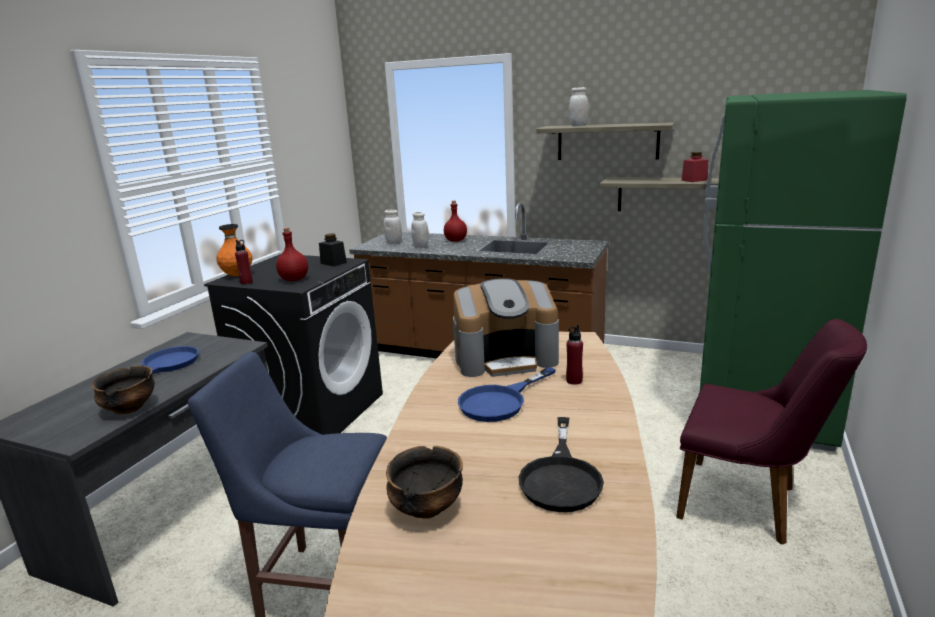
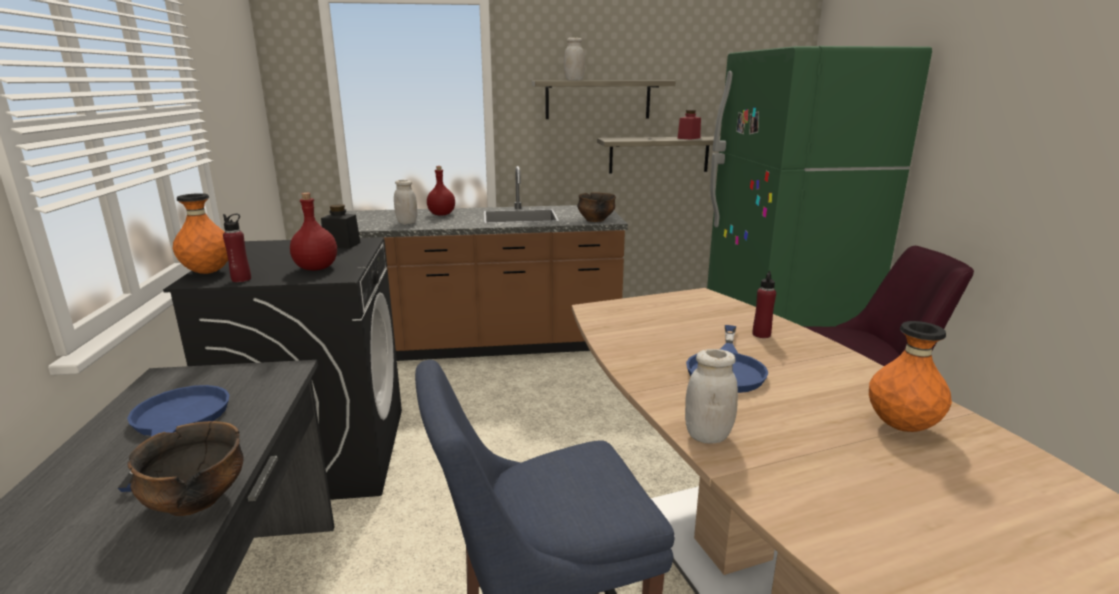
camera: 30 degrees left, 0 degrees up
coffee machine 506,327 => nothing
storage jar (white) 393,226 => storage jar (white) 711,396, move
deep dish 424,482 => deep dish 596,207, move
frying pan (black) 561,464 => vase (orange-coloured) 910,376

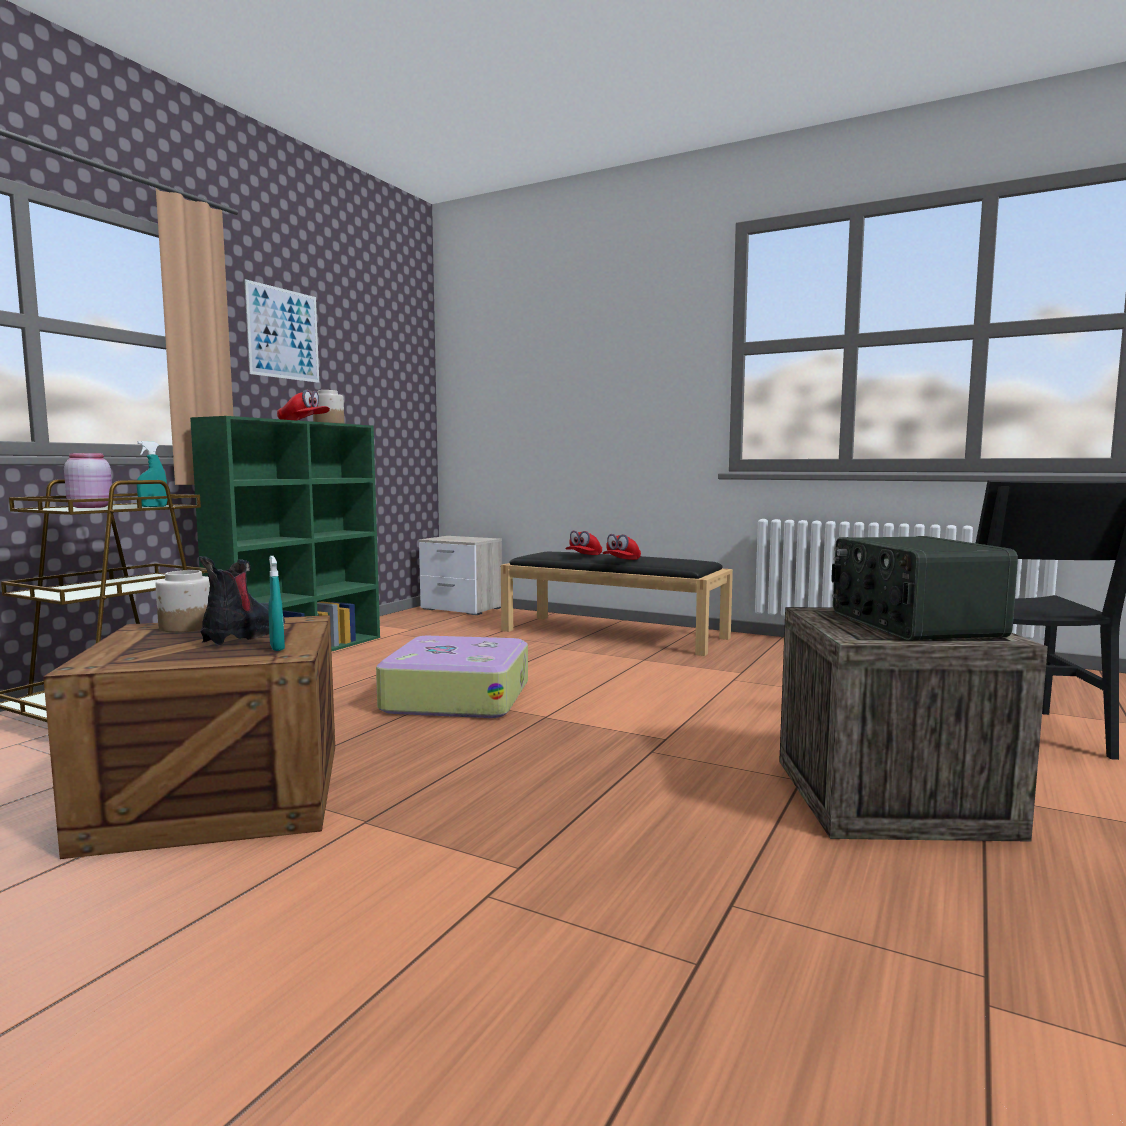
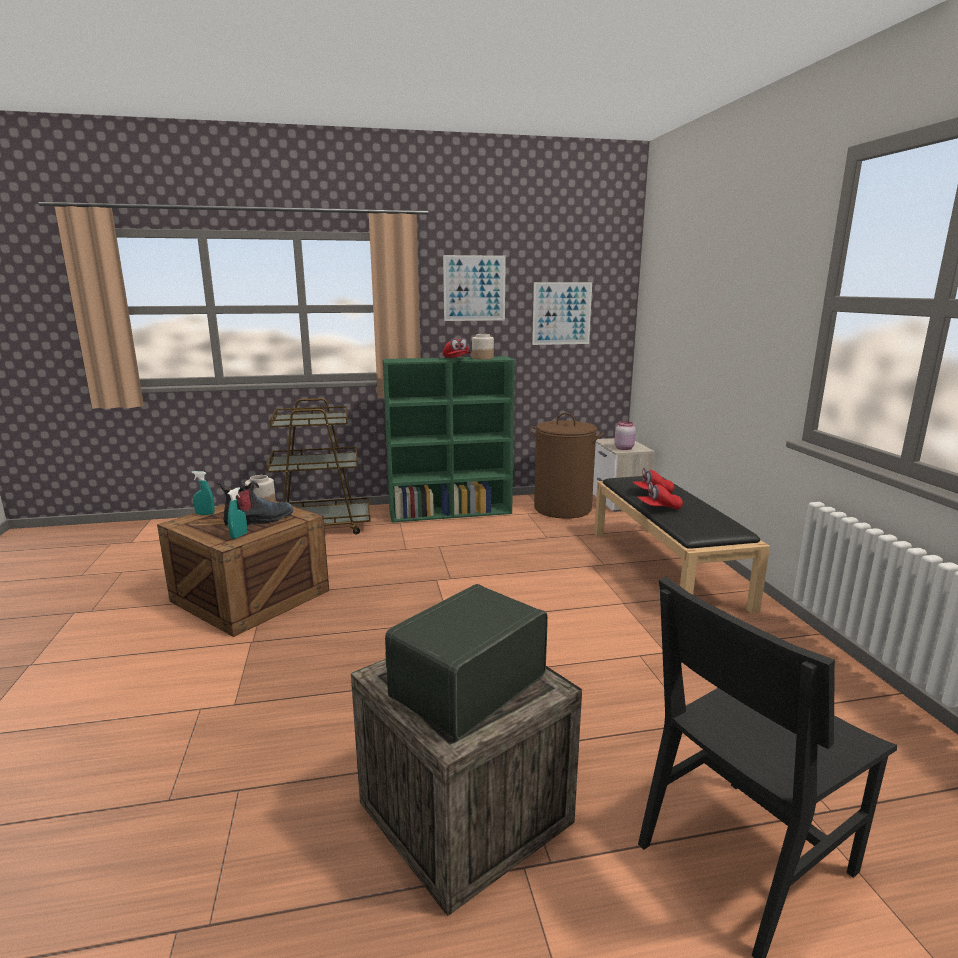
camera: 50 degrees right, 10 degrees up
suitcase 452,677 => nothing
nothing => washing basket (brownish) 567,466
nothing => picture 562,313
storage jar (pink) 88,480 => storage jar (pink) 625,435, move
sprayer (turquoise) 152,474 => sprayer (turquoise) 203,493, move

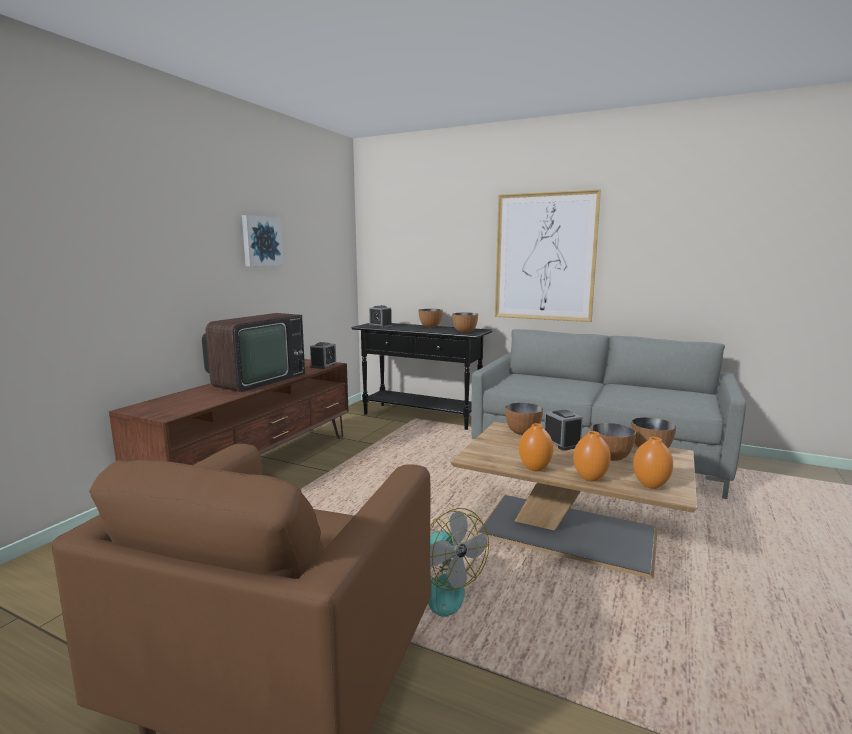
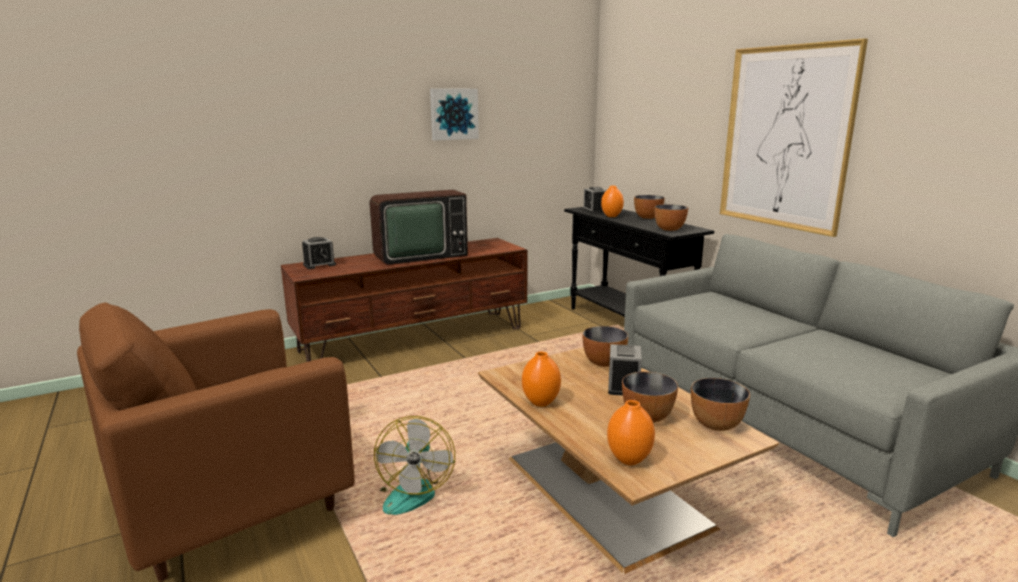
camera: 35 degrees right, 5 degrees up
table clock 323,355 => table clock 319,253, move
vase (orange-coloured) 592,456 => vase (orange-coloured) 612,201, move

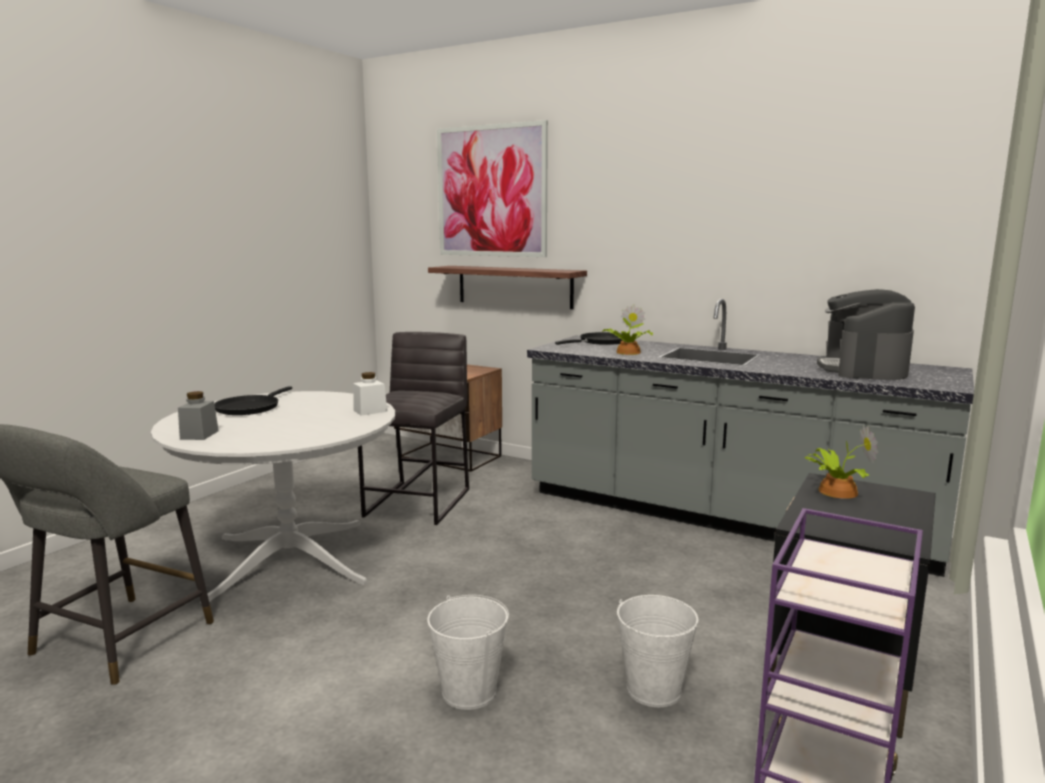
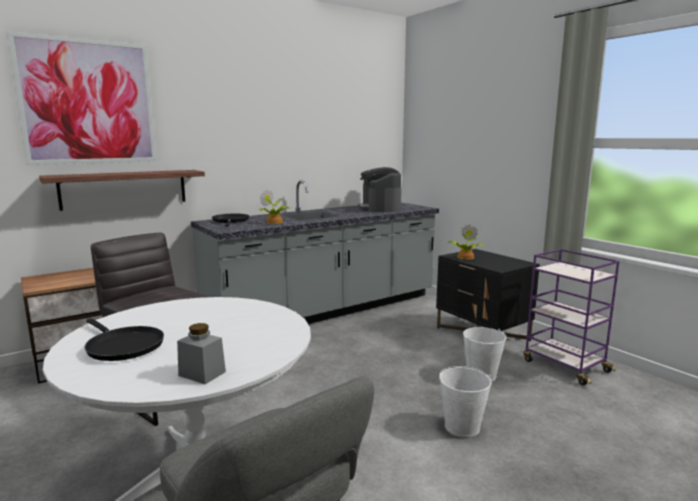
camera: 65 degrees left, 0 degrees up
storage jar (white) 370,393 => nothing
coffee machine 866,334 => coffee machine 380,189, 45 degrees clockwise

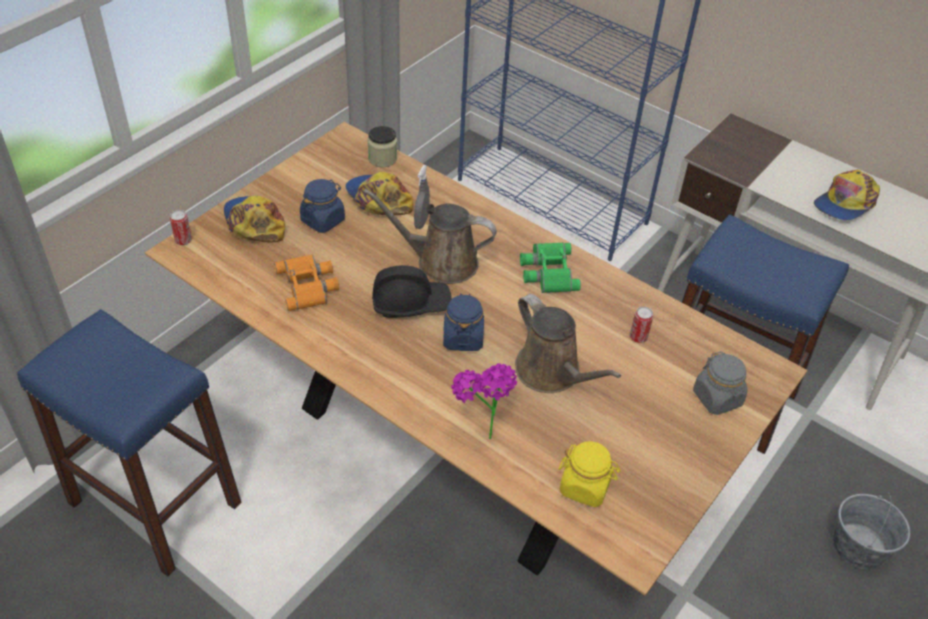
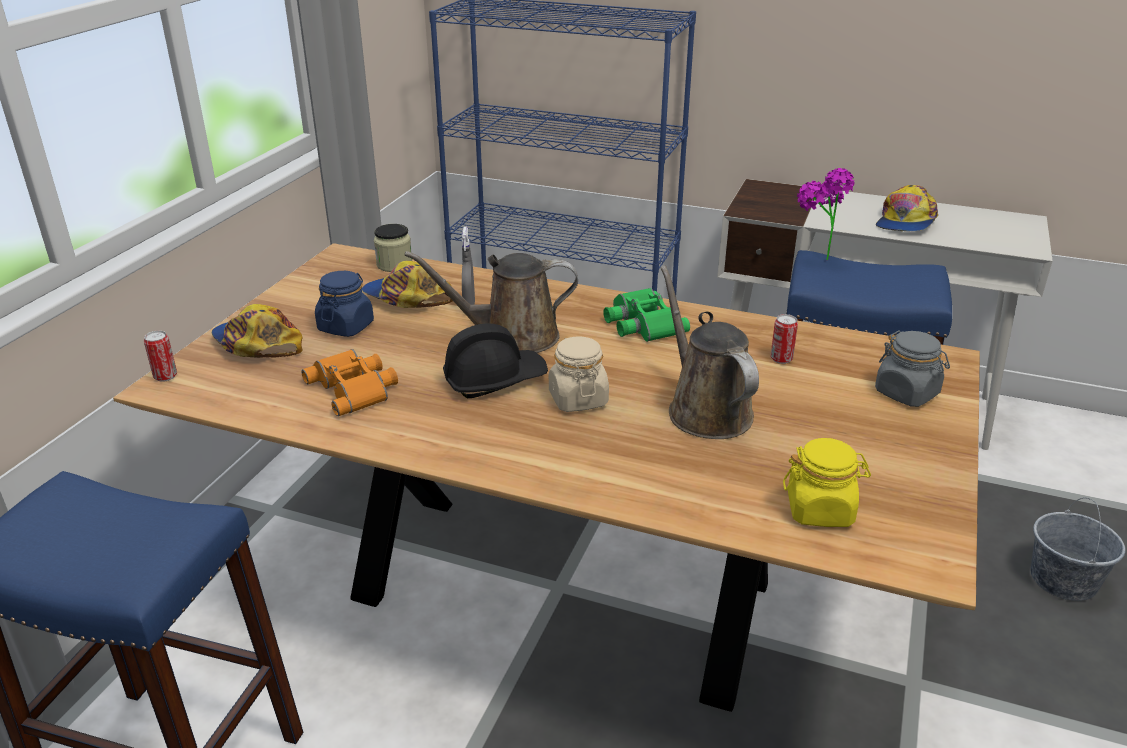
camera: 15 degrees left, 15 degrees down
houseplant 484,401 => houseplant 826,214, move
storage jar (blue) 463,322 => storage jar (beige-coloured) 579,374
watering pot (brownish) 568,343 => watering pot (brownish) 710,352, 150 degrees counterclockwise

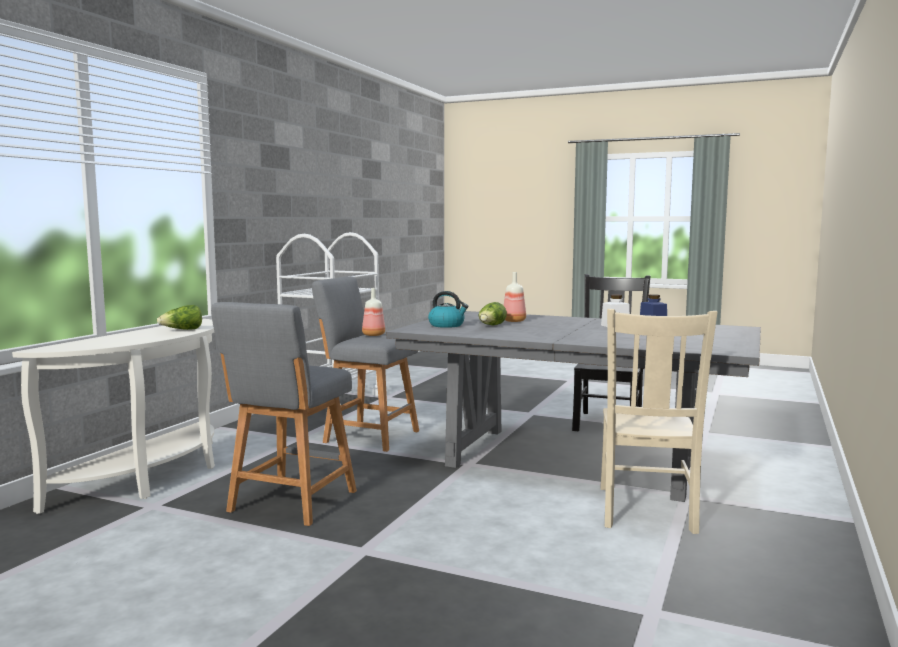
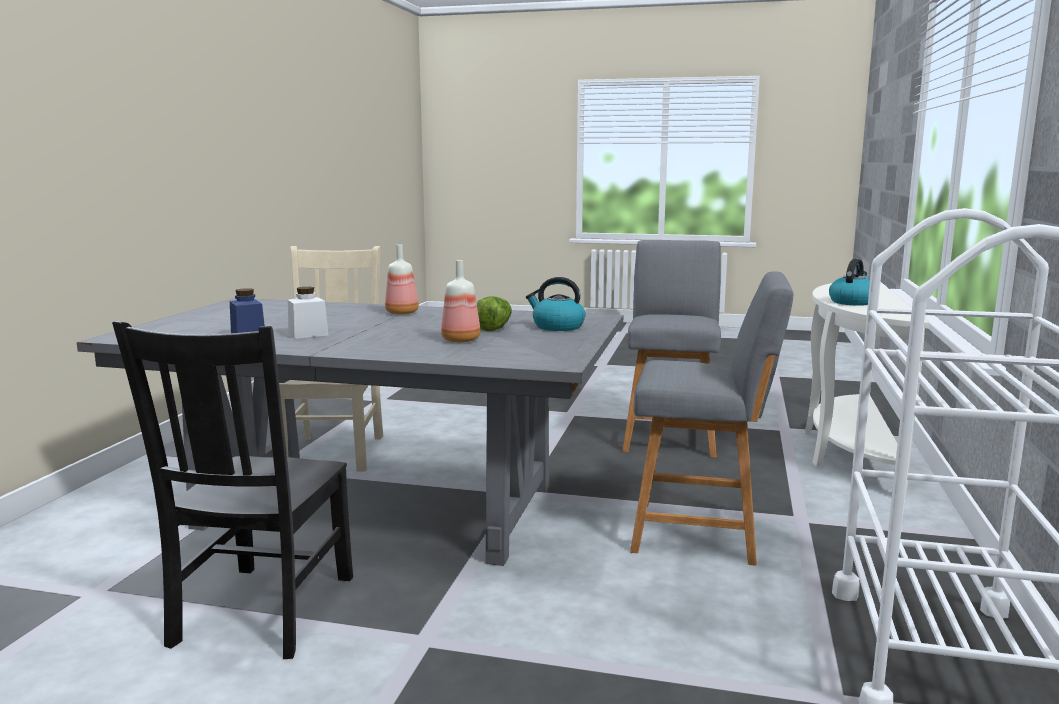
camera: 170 degrees right, 5 degrees up
drink bottle 373,312 => drink bottle 402,279, move
lettuce 179,317 => tea kettle 849,282

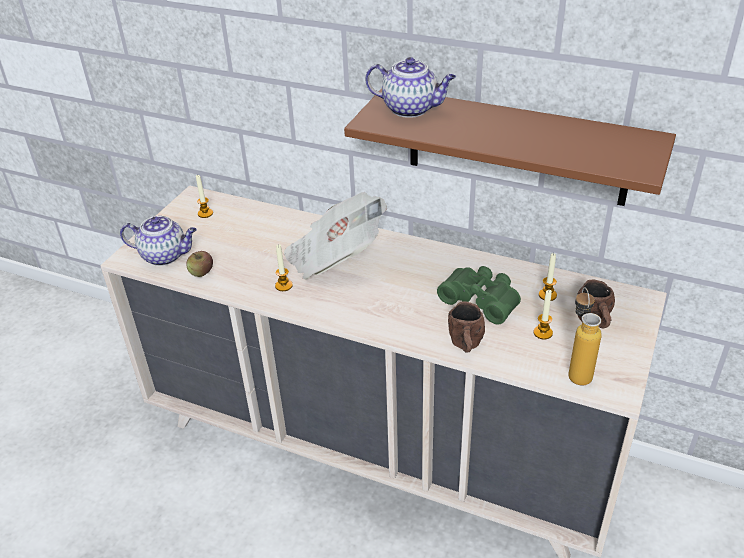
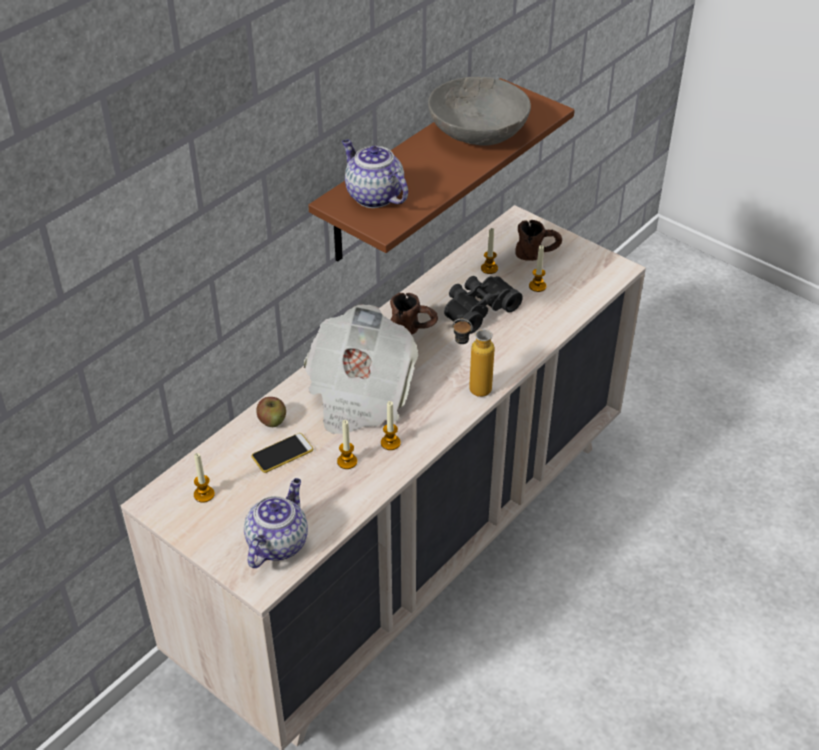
camera: 75 degrees left, 5 degrees up
nothing => phone 282,453
nothing => candle 347,444
nothing => deep dish (greyish) 479,111
apple 199,264 => apple 271,412, move
coffee mug (brownish) 466,327 => coffee mug (brownish) 414,314, move
drink bottle 585,336 => drink bottle 474,358, move
binoculars (greenish) 479,295 => binoculars (black) 483,305
tea pot 410,87 => tea pot 375,173, 75 degrees counterclockwise

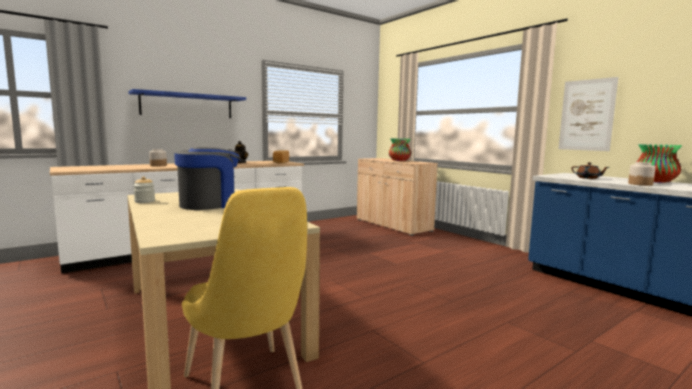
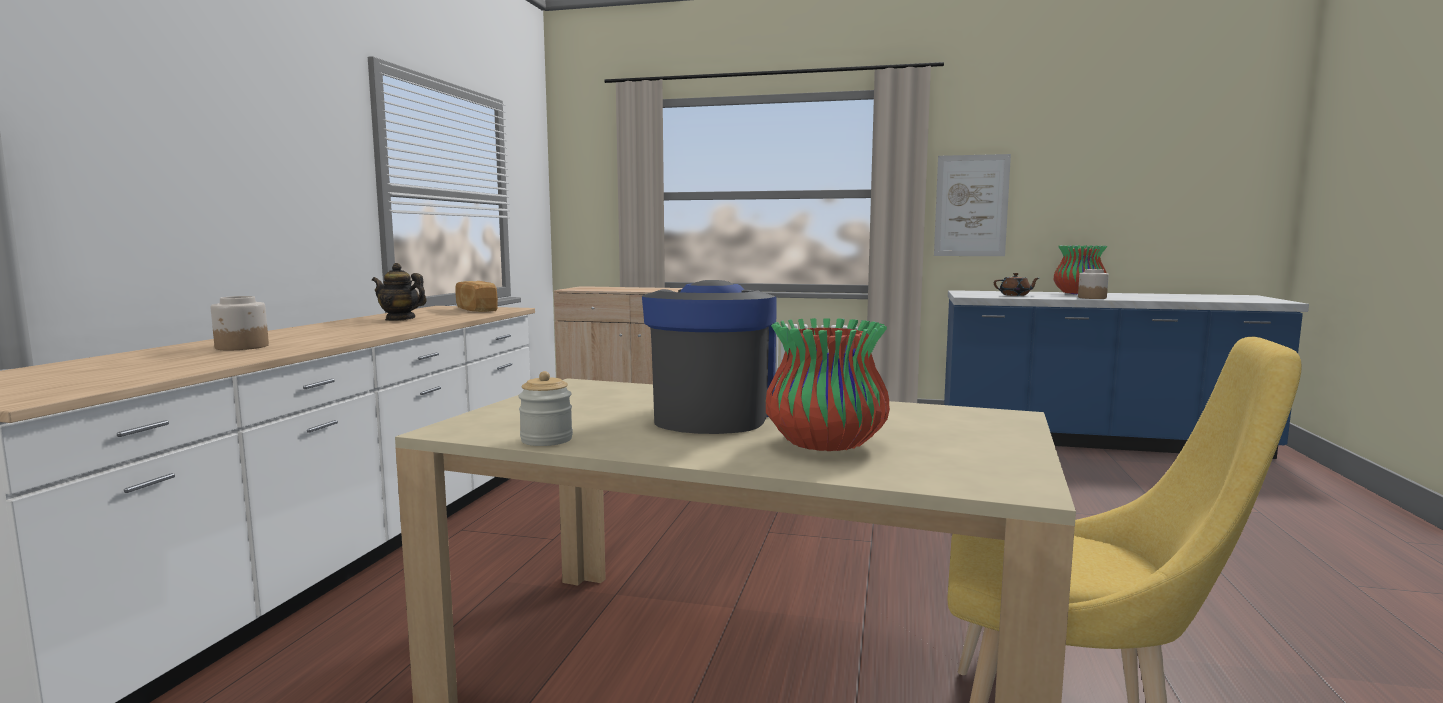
camera: 40 degrees left, 0 degrees up
wall shelf (blue) 187,103 => nothing
vase 400,149 => vase 828,384, move

